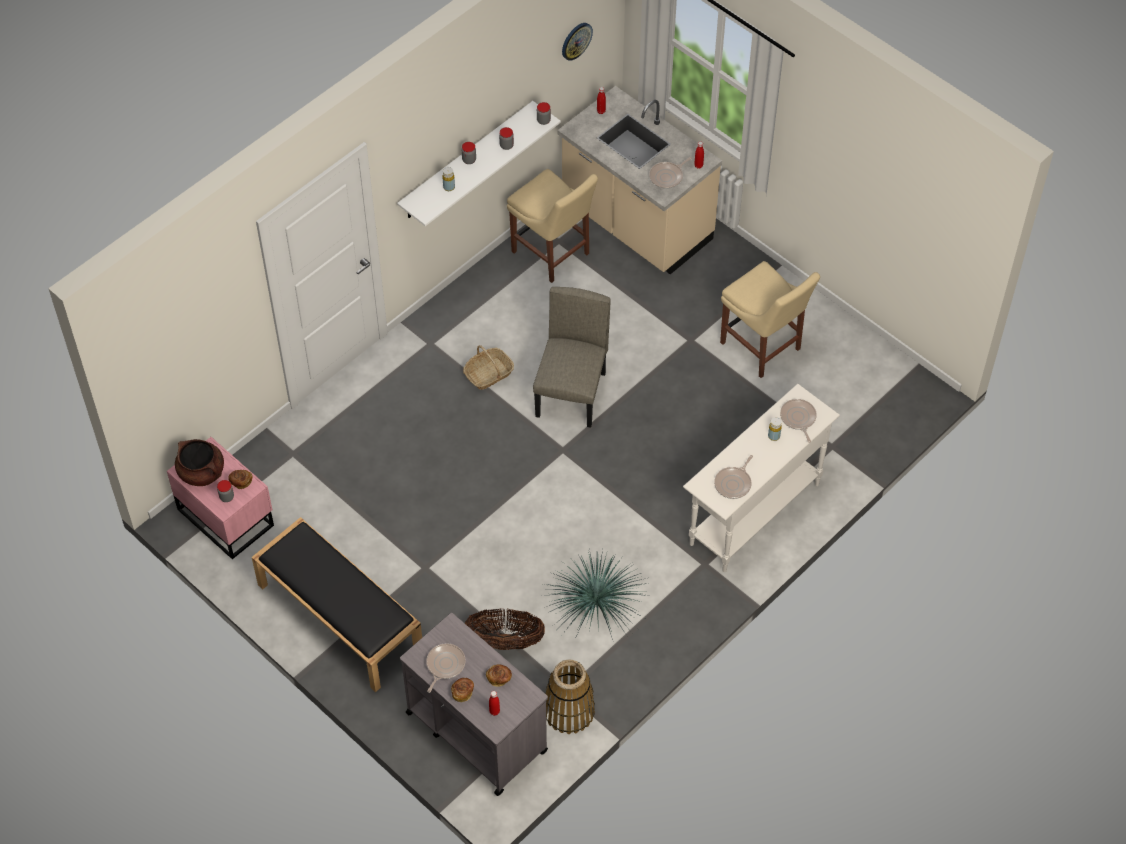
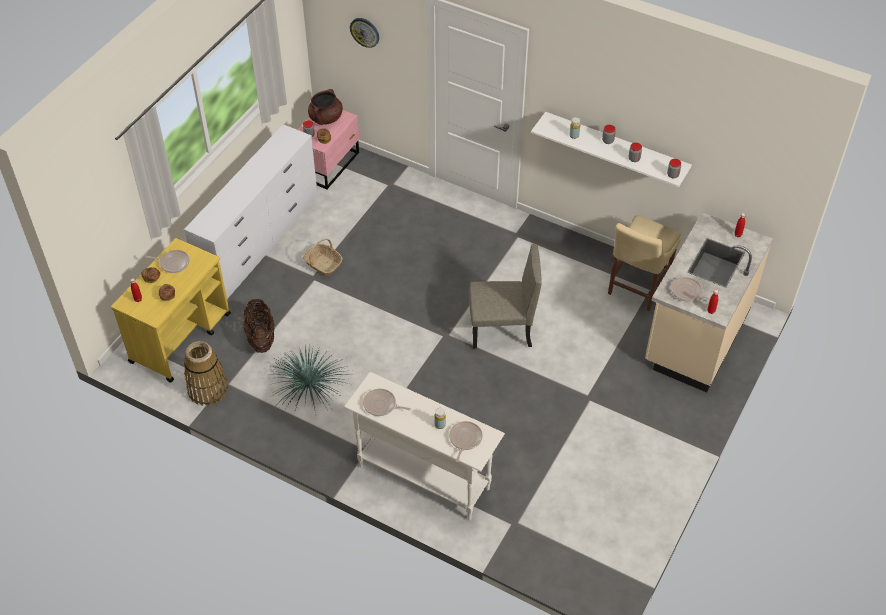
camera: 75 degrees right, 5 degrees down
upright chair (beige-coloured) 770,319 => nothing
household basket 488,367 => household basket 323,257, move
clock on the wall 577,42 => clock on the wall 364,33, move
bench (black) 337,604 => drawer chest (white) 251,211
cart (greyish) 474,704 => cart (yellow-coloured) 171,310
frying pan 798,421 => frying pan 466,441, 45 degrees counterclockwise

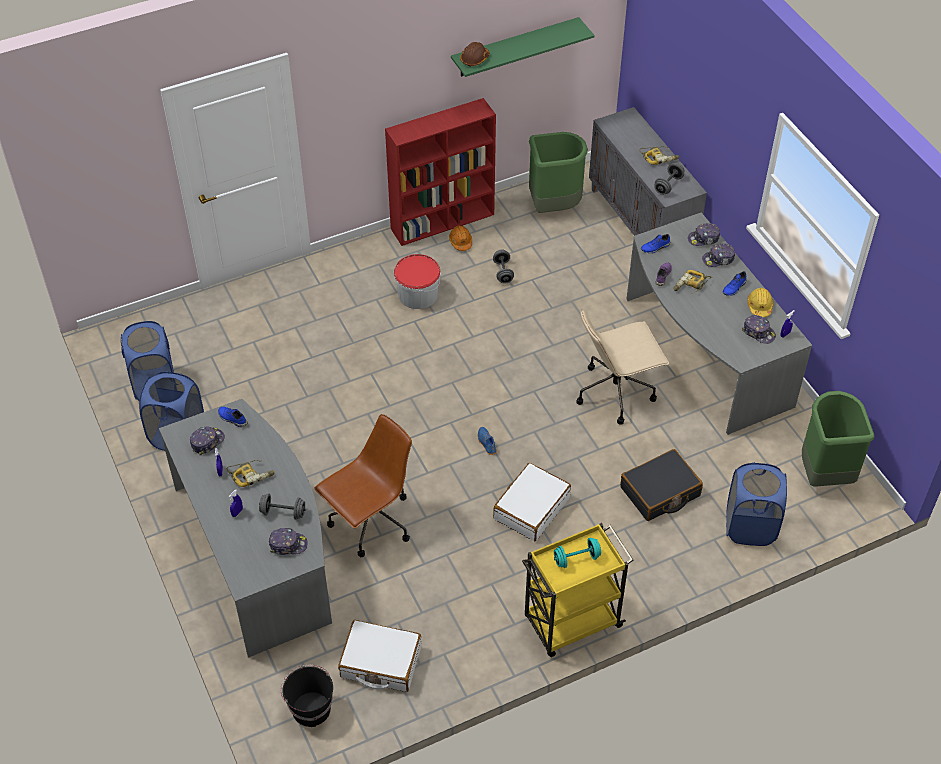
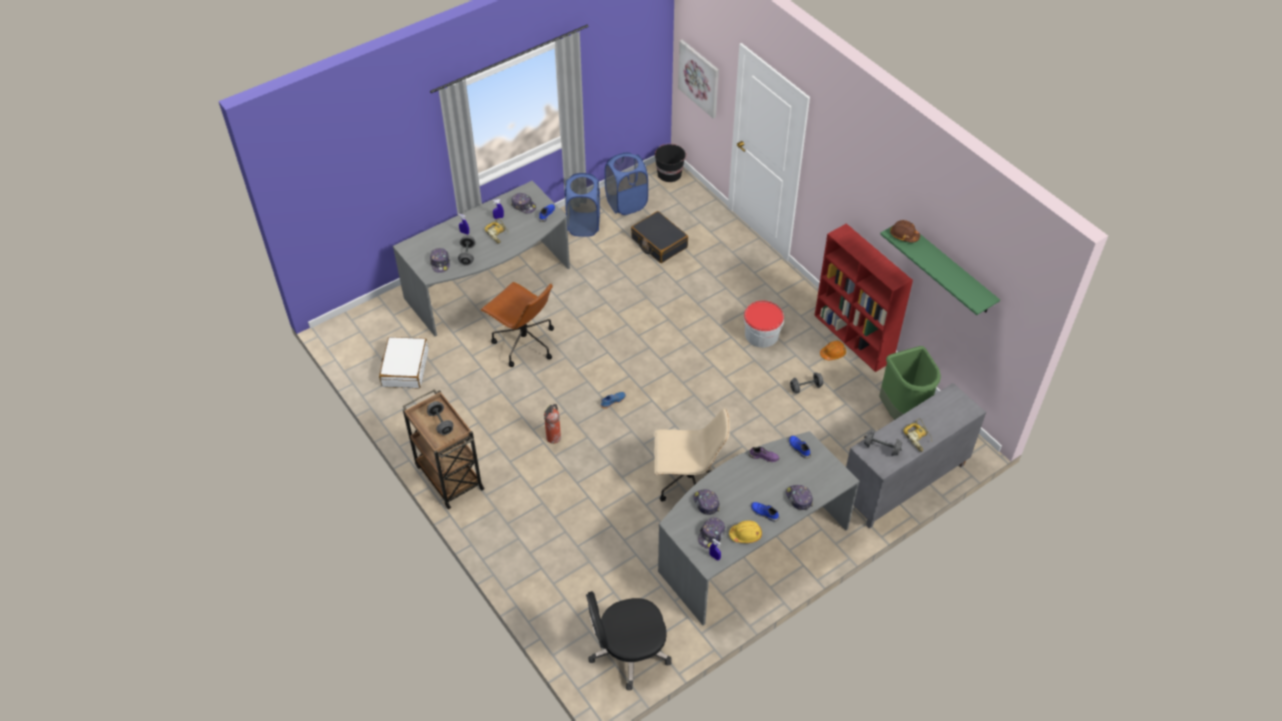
camera: 80 degrees right, 0 degrees up
power drill 692,282 => nothing
washing basket (blue) 756,504 => nothing
nothing => picture 698,79
pail (black) 307,696 => pail (black) 671,163, move
suitcase (black) 661,485 => suitcase (black) 659,237, move
baseball cap 704,234 => baseball cap 706,502, move
suitcase (white) 532,502 => extinguisher 552,424
waste bin (greenish) 838,438 => computer chair (black) 629,640
cart (yellow-coloured) 577,590 => cart (brownish) 444,449
free weight (turquoise) 577,552 => free weight (greyish) 440,418
computer chair (beige-coloured) 622,367 => computer chair (beige-coloured) 692,455, 120 degrees clockwise

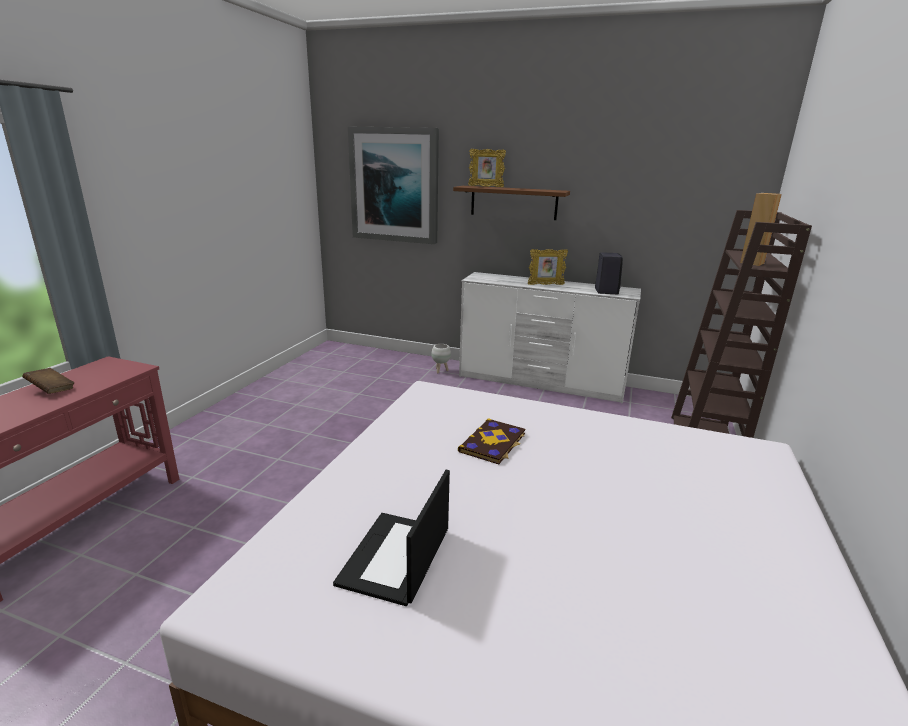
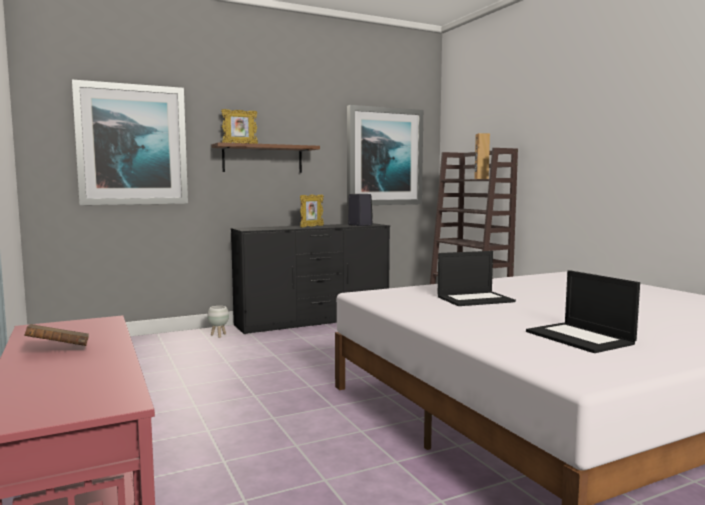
camera: 45 degrees left, 15 degrees down
nothing => picture 385,155
book 491,441 => portable computer 477,278
drawer chest (white) 550,337 => drawer chest (black) 310,278

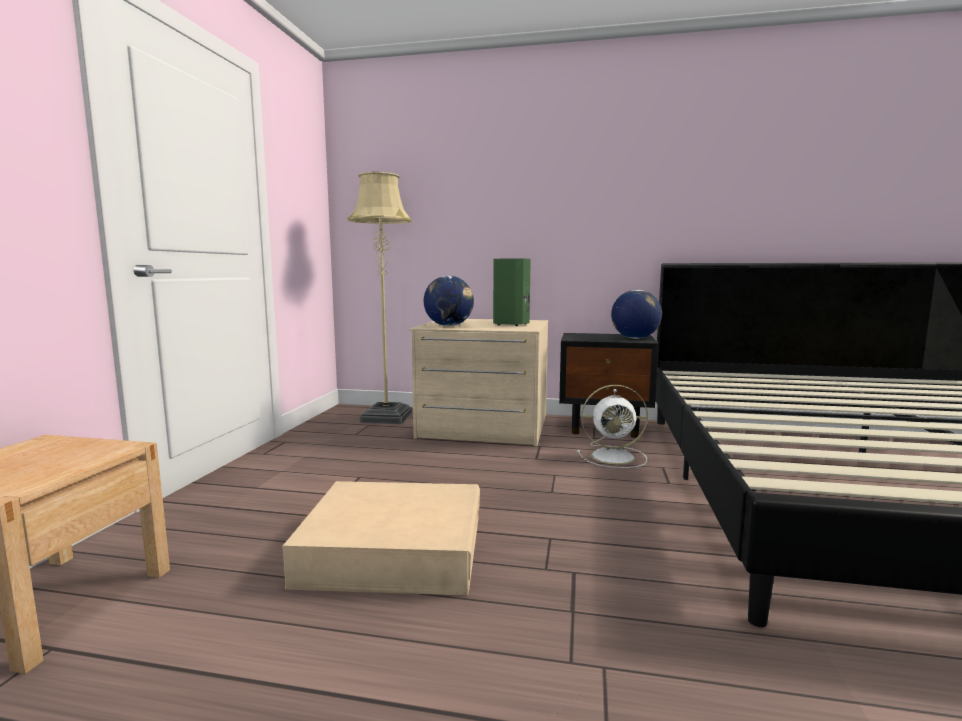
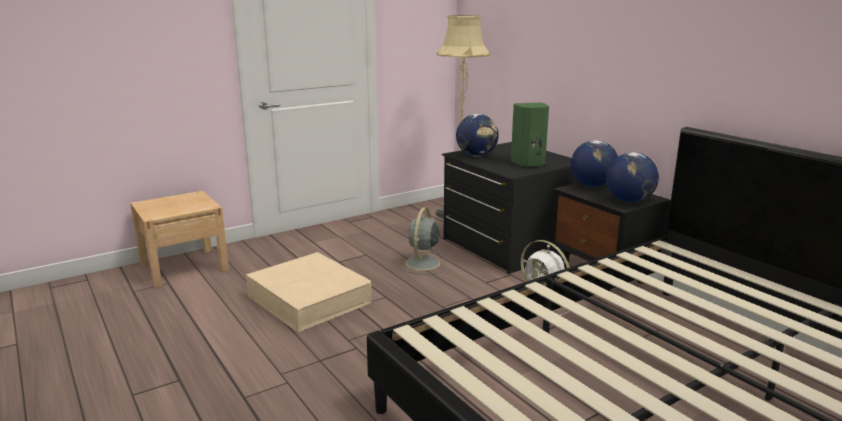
camera: 45 degrees right, 10 degrees up
nothing => cooling fan (greyish) 422,241
nothing => globe 594,163
drawer chest (beige-coloured) 478,382 => drawer chest (black) 510,208

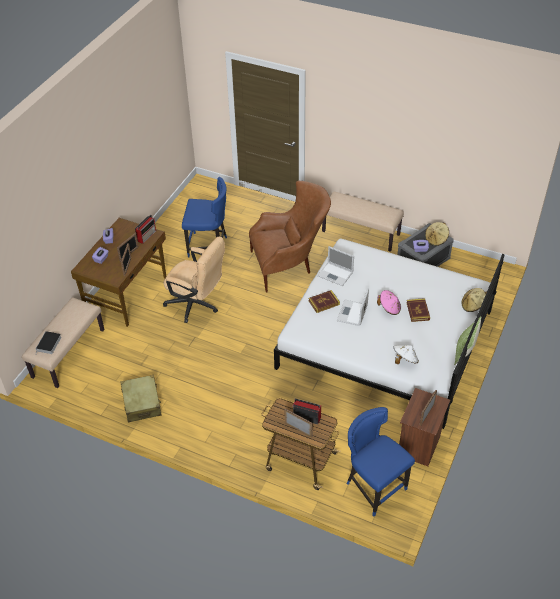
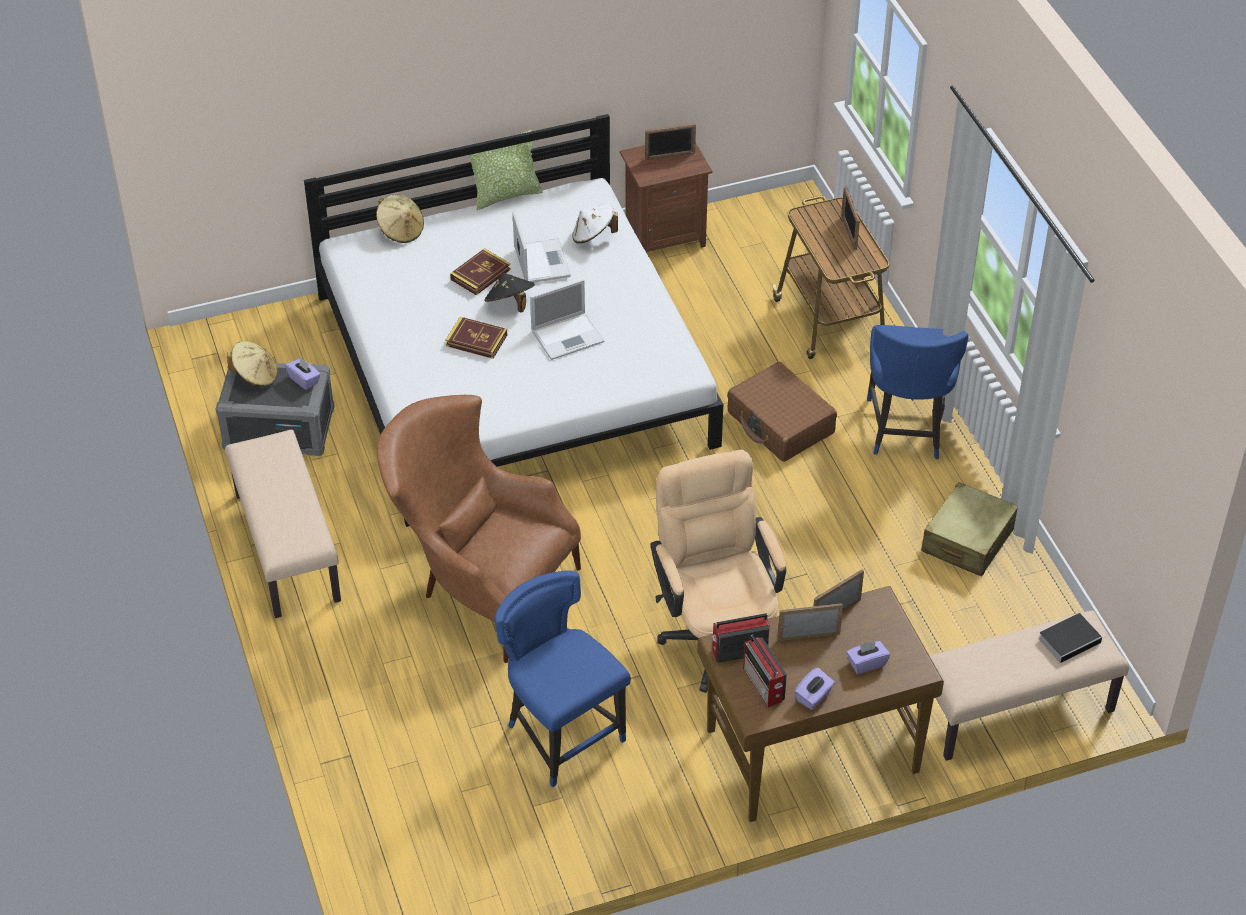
camera: 135 degrees left, 0 degrees up
nothing => suitcase (brownish) 782,412
radio 306,412 => radio 765,671, move
book 324,301 => book 476,338, move
portable computer 335,266 => portable computer 542,247, move
upright chair (blue) 381,461 => upright chair (blue) 918,392, move
clothing hat (pink) 389,302 => clothing hat (black) 509,293

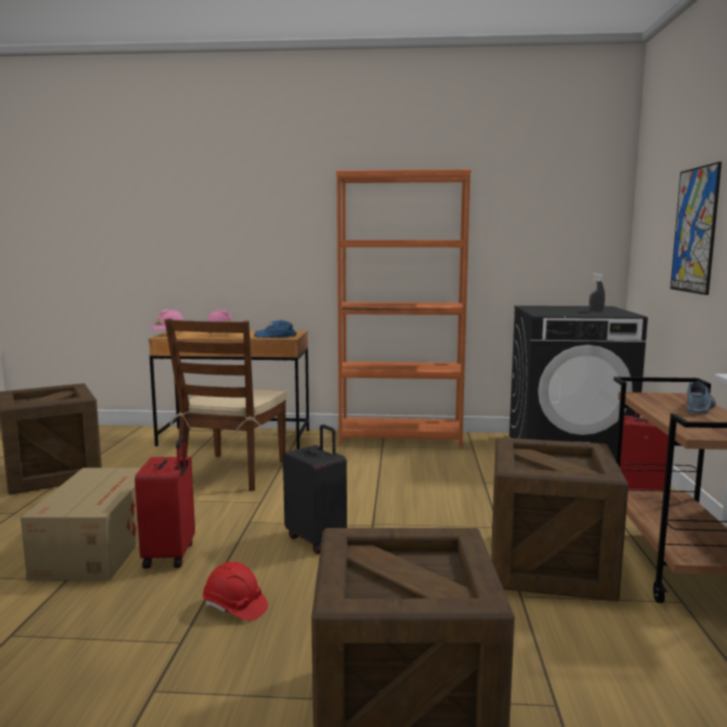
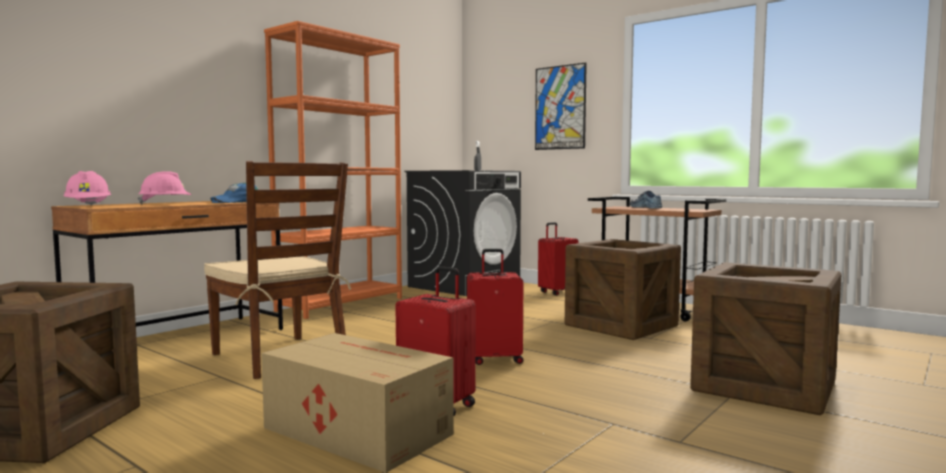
camera: 55 degrees left, 5 degrees down
work helmet (reddish) 235,591 => nothing
suitcase (black) 315,489 => suitcase (reddish) 495,307

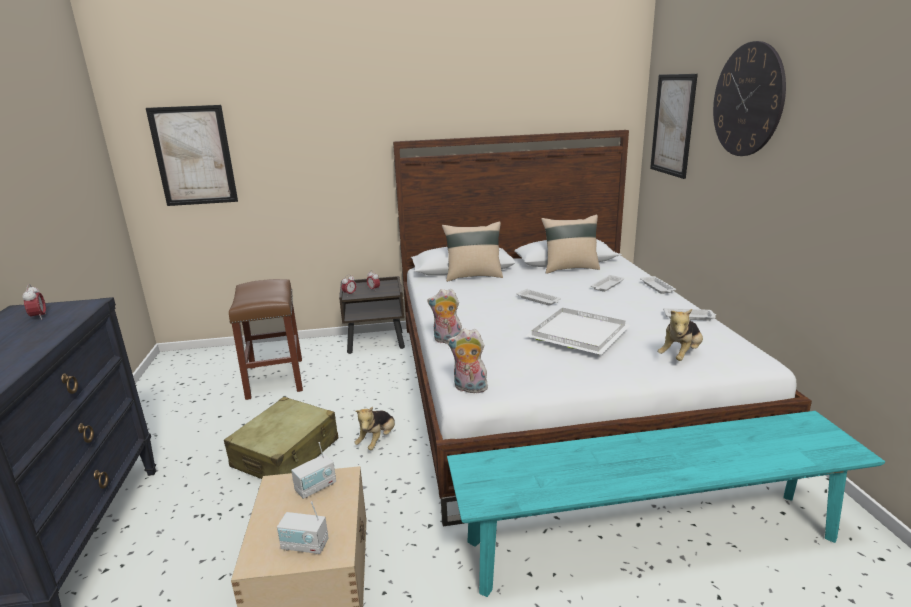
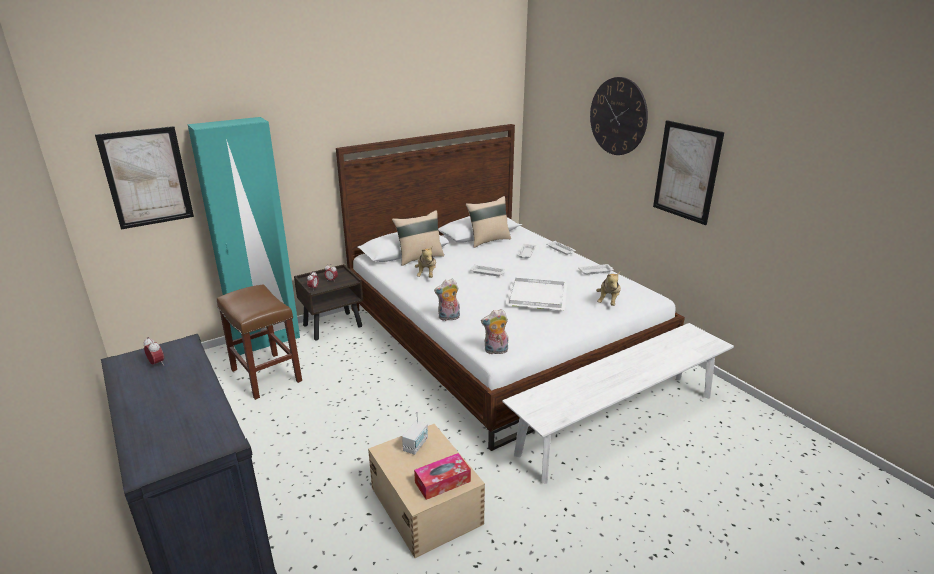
camera: 25 degrees left, 5 degrees up
suitcase (beige-coloured) 281,438 => nothing
nothing => wardrobe (turquoise) 243,236
cuddly toy 374,428 => cuddly toy 425,262, move
picture 674,126 => picture 688,172, move
radio 303,527 => tissue box 442,476
bench (turquoise) 666,504 => bench (white) 618,403

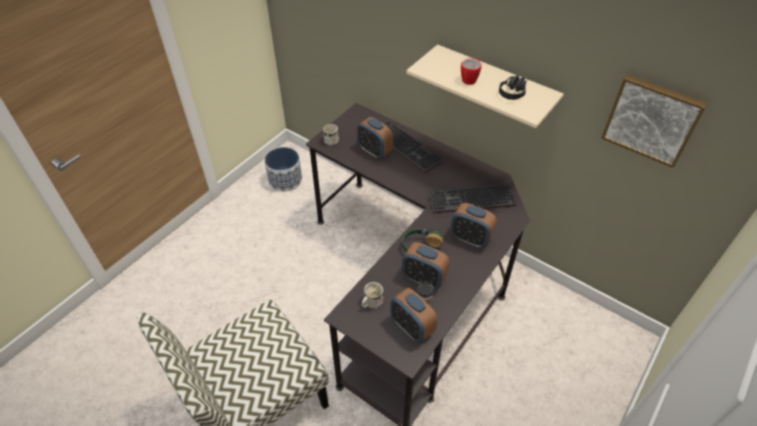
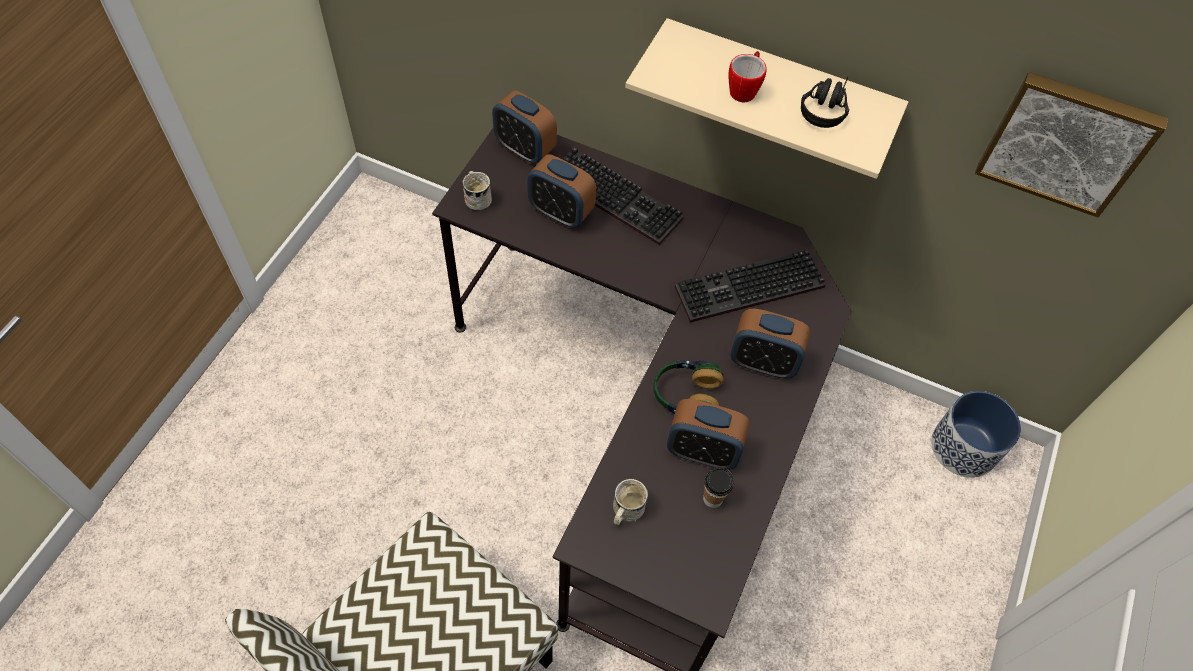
camera: 15 degrees left, 10 degrees up
flower pot 283,169 => flower pot 976,434, move
table clock 413,315 => table clock 524,127, move

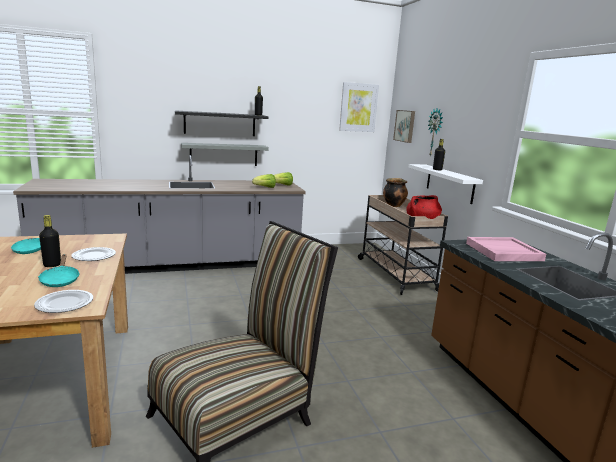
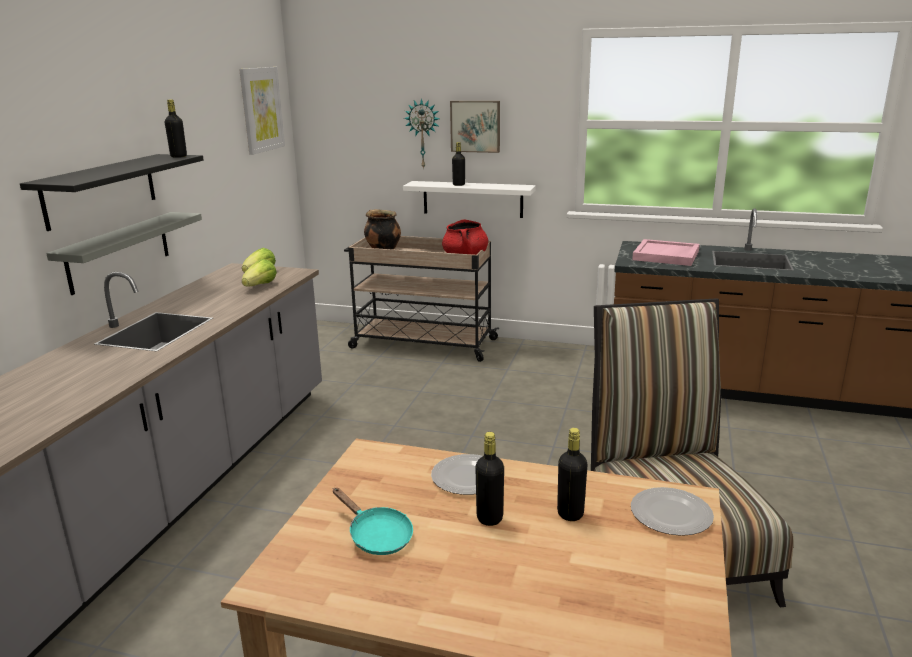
camera: 55 degrees left, 5 degrees up
picture 404,126 => picture 475,127, move
frying pan (turquoise) 59,270 => drink bottle (black) 572,474

